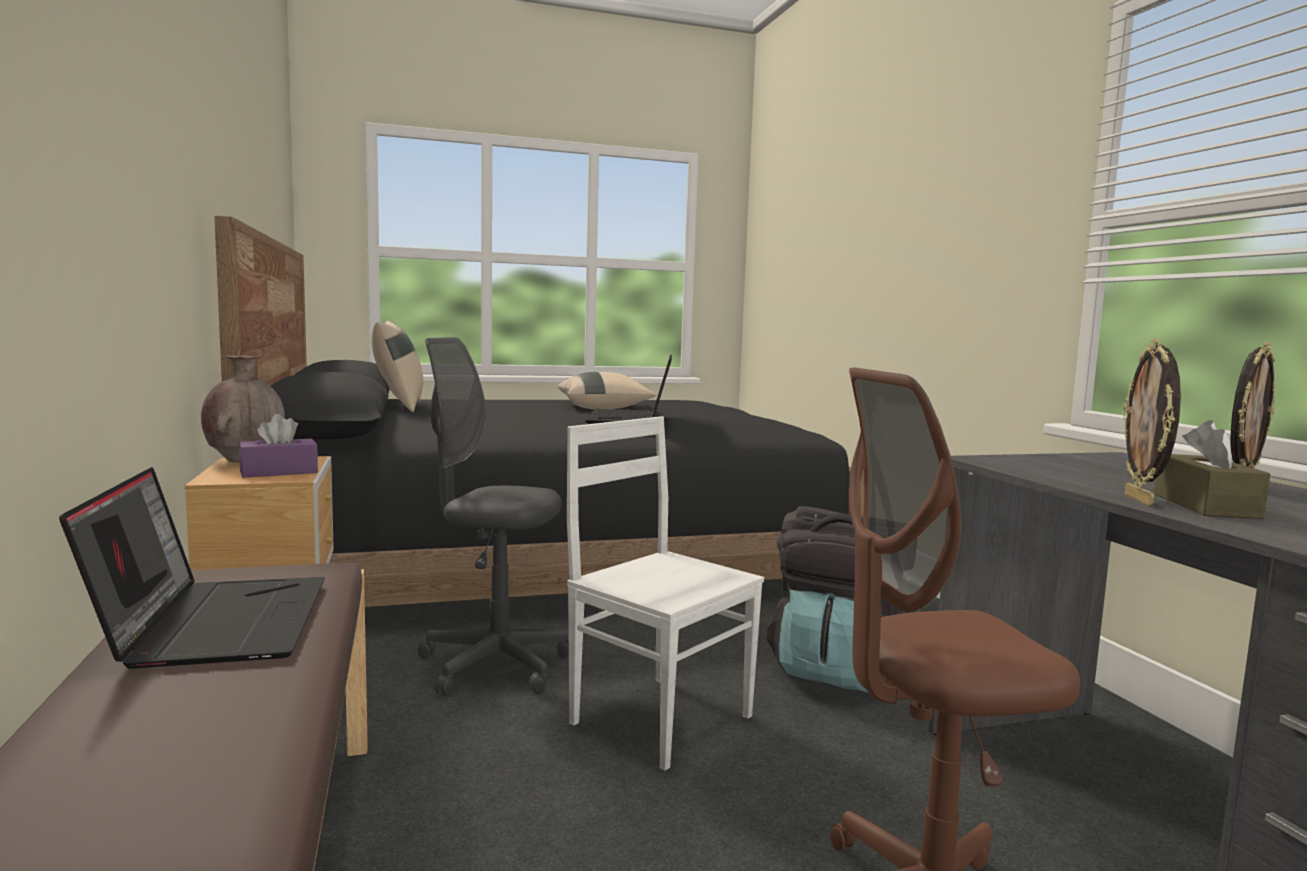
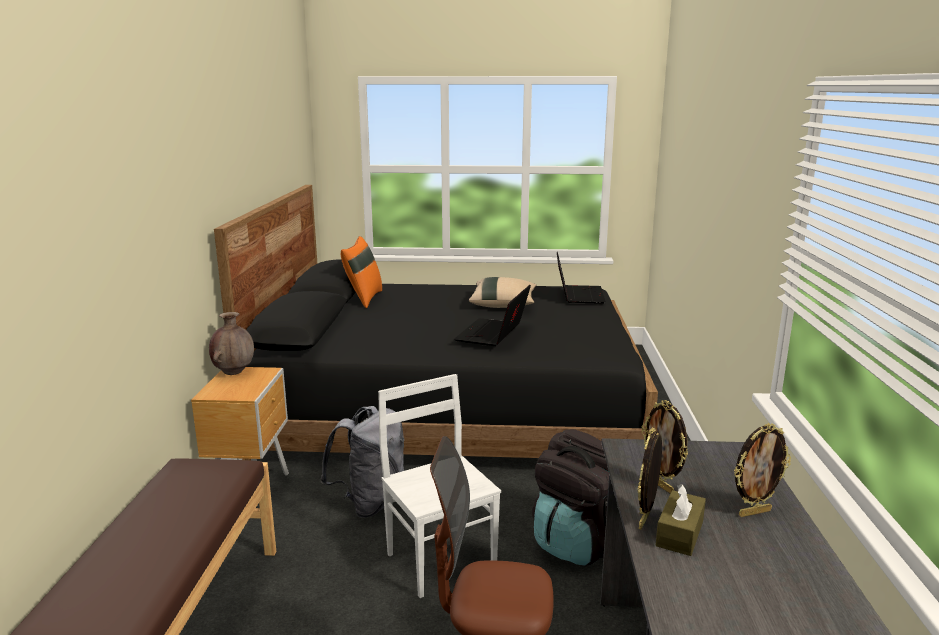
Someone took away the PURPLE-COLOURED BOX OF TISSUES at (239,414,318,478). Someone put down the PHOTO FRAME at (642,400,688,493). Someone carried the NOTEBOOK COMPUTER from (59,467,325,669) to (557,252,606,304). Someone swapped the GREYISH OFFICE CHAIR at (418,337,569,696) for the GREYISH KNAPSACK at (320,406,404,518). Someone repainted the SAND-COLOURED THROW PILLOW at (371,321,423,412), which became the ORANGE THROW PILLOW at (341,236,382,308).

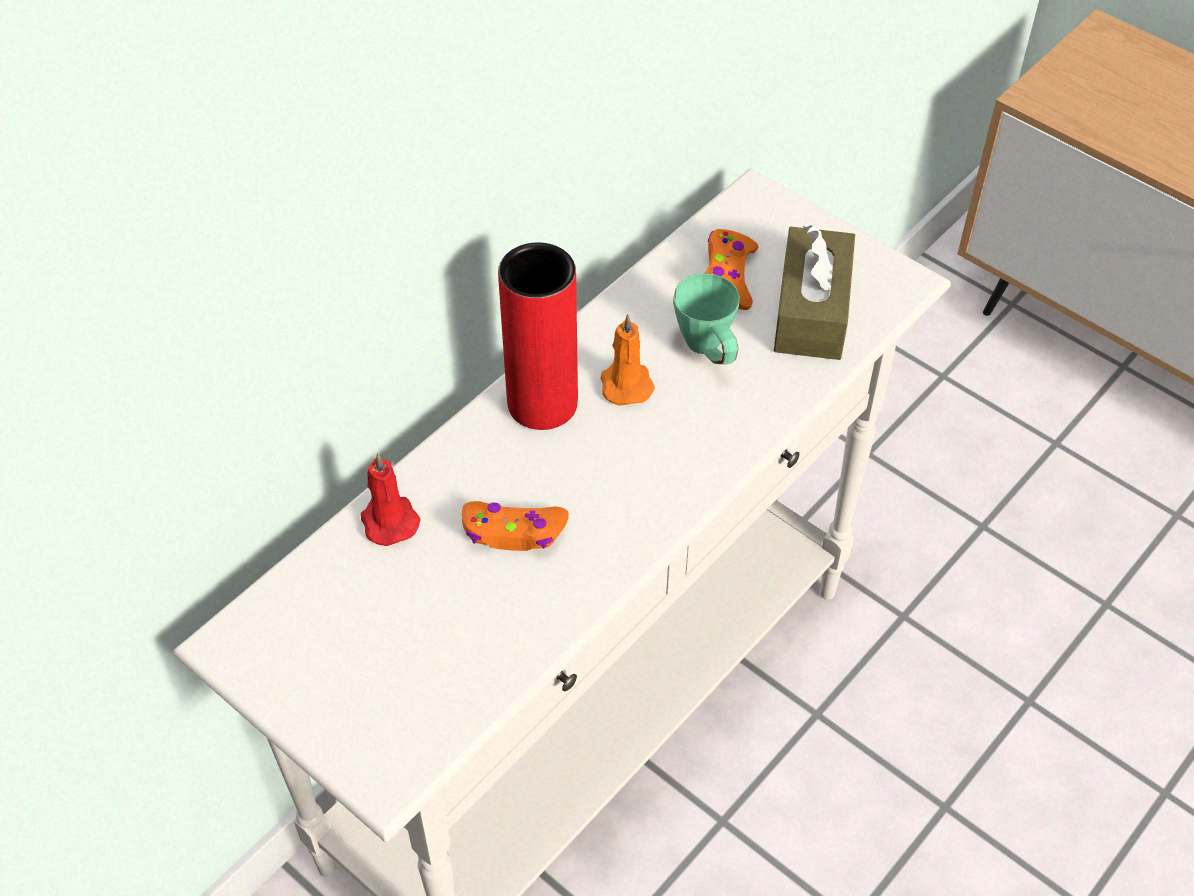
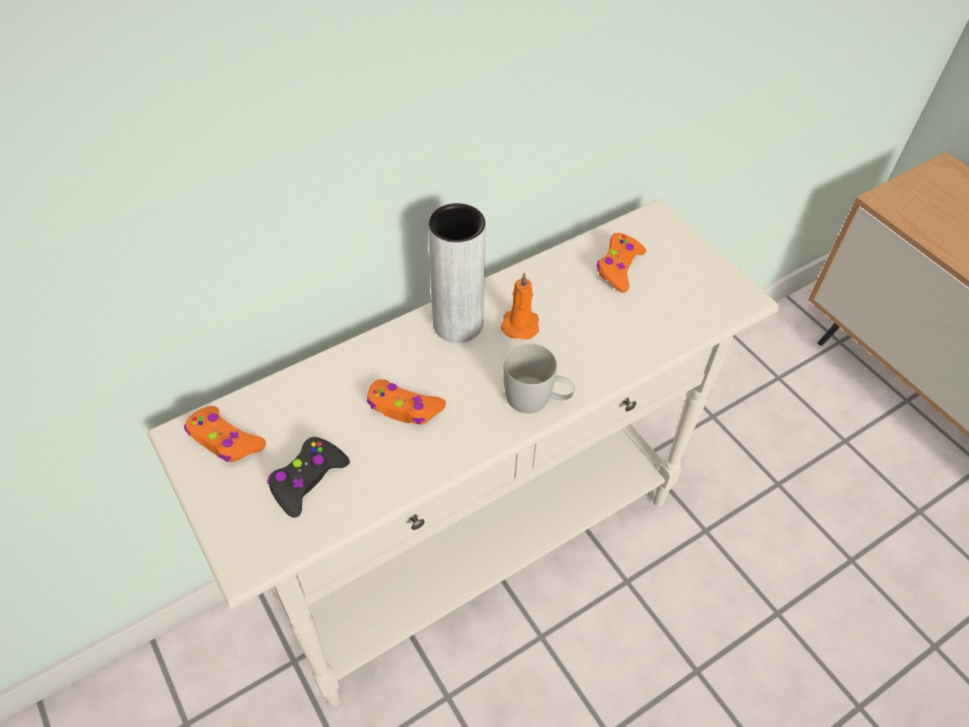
Someone took away the REDDISH WAX CANDLE at (361,453,421,546). Someone took away the GREENISH MUG at (673,273,739,364). Someone took away the BROWN-COLOURED BOX OF TISSUES at (774,225,855,360). Someone put down the ORANGE JOYPAD at (184,406,266,462). Someone put down the BLACK JOYPAD at (267,437,350,518). Someone put down the WHITISH MUG at (503,343,575,413). Someone repainted the REDDISH FLOWER VASE at (498,242,578,430), which became the GREYISH FLOWER VASE at (428,203,486,343).

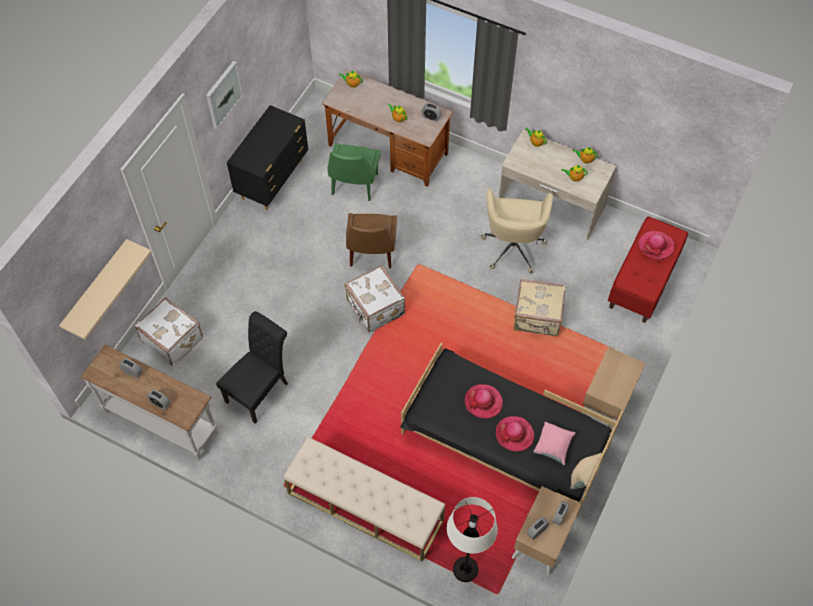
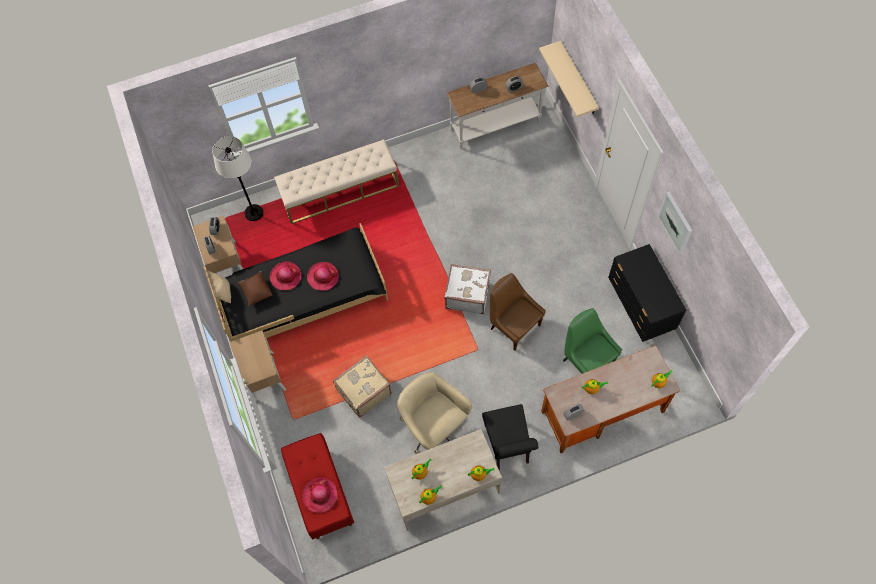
Someone took away the WHITISH SUITCASE at (135,297,203,366). Someone carried the BLACK UPRIGHT CHAIR from (216,311,288,424) to (482,404,538,470). Someone repainted the PINKISH THROW PILLOW at (533,422,576,465), which became the BROWN-COLOURED THROW PILLOW at (237,271,273,307).

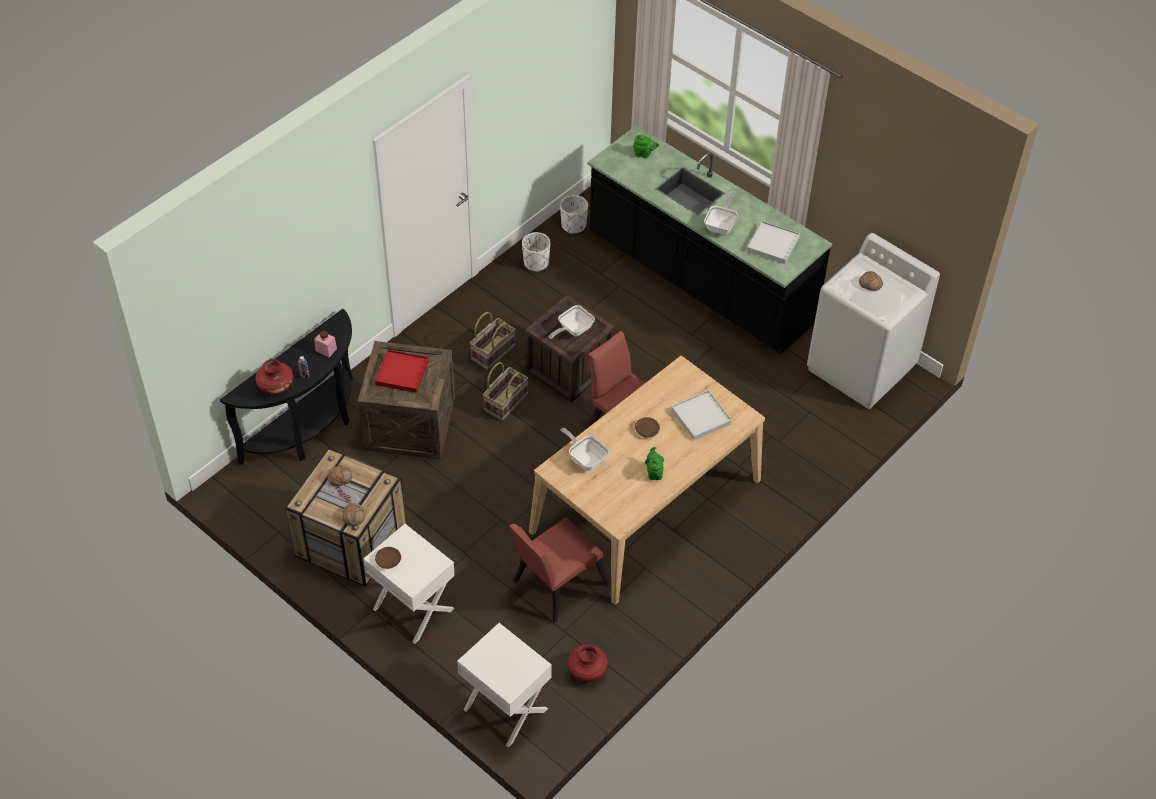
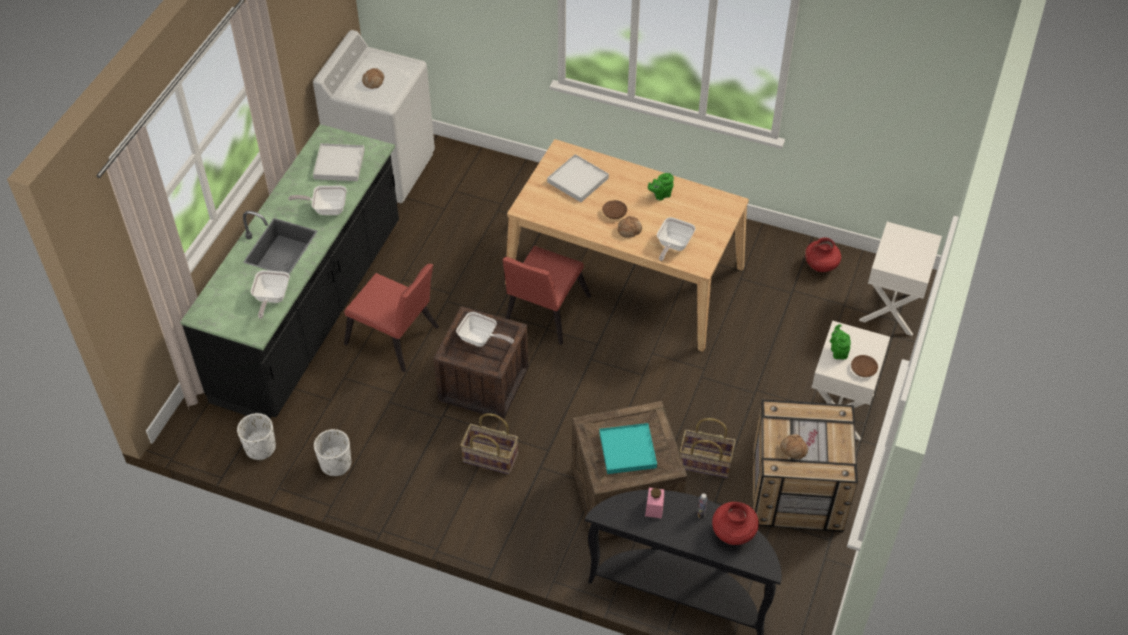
Someone put down the SKILLET at (251,270,290,319). Someone carried the BAKERY BREAD from (343,503,365,526) to (618,216,642,238). Someone carried the BASKET from (483,362,529,421) to (680,418,736,478). Someone carried the REDDISH UPRIGHT CHAIR from (509,517,610,623) to (344,264,439,372). Someone carried the GREENISH TEA POT from (633,135,659,158) to (830,324,851,359). Someone repainted the REDDISH SERVING TRAY at (375,350,428,393), which became the BLUE-GREEN SERVING TRAY at (599,423,657,474).

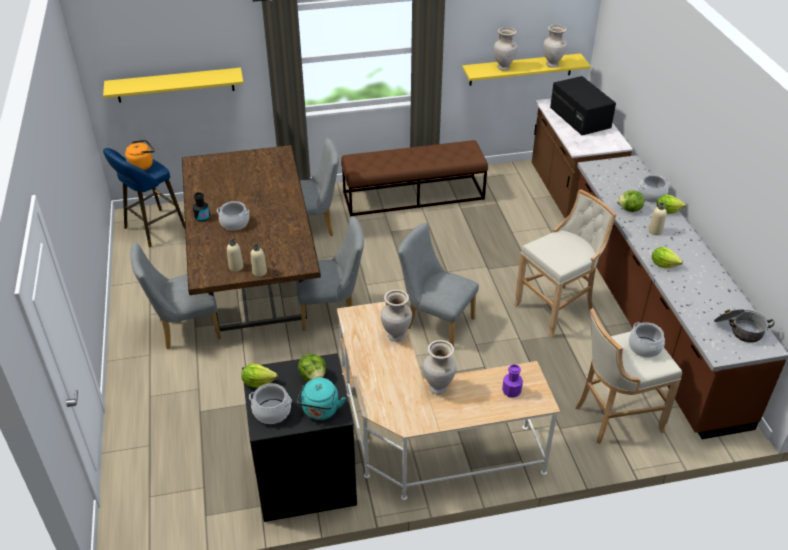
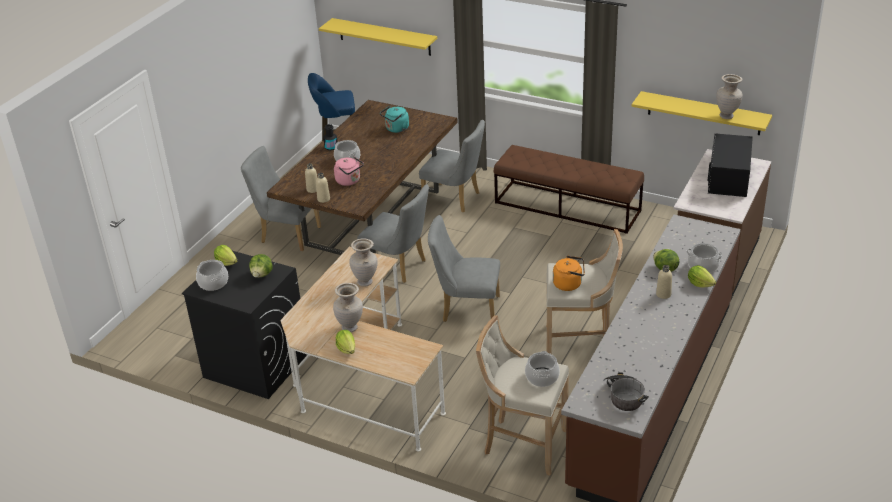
Someone took away the SAND-COLOURED FLOWER VASE at (494,28,518,71). Someone took away the PURPLE-COLOURED DRINK BOTTLE at (502,364,523,398). Someone put down the PINKISH KETTLE at (334,157,364,186). Someone carried the ORANGE KETTLE from (125,140,155,170) to (553,256,585,291). Someone carried the BLUE-GREEN KETTLE from (297,378,346,420) to (380,106,409,133). Someone carried the HEAD OF LETTUCE from (652,247,683,268) to (336,330,355,354). Someone rotated the GREYISH UPRIGHT CHAIR at (398,223,479,346) by 60 degrees counterclockwise.

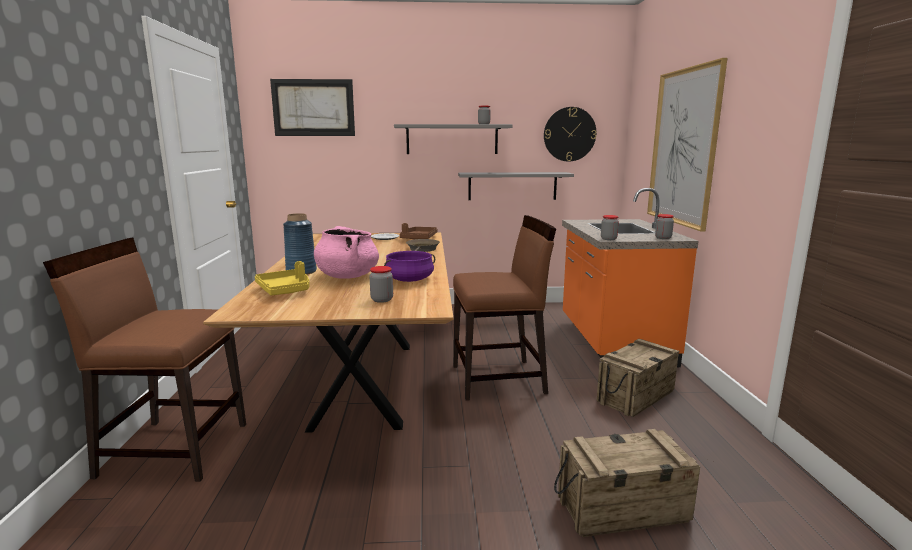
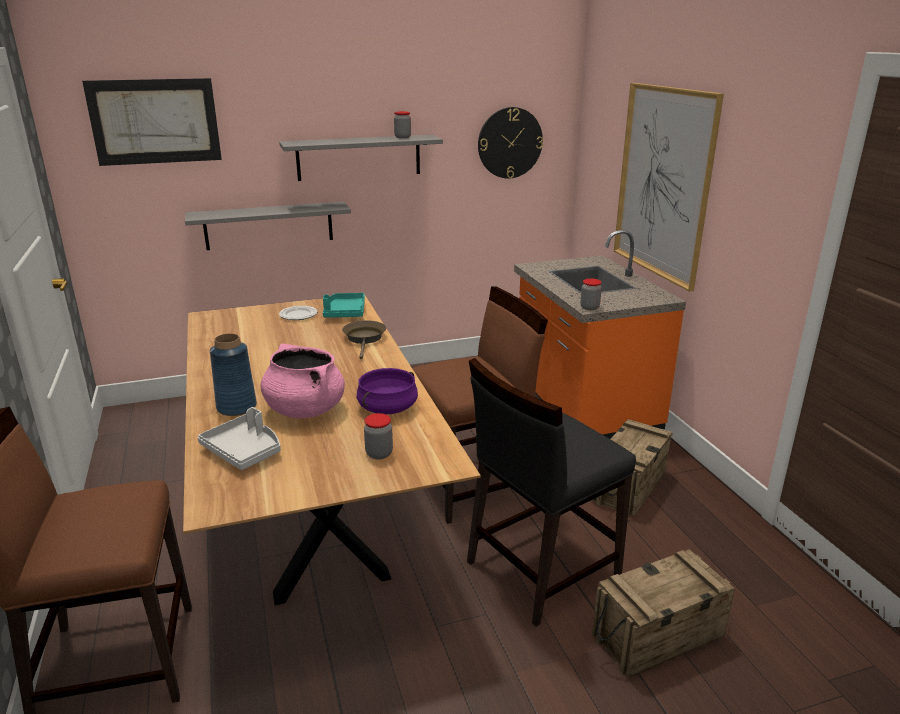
Someone took away the JAR at (655,214,674,239). Someone put down the BLACK UPRIGHT CHAIR at (467,358,636,627). Someone carried the GREYISH SHELF from (458,172,574,200) to (185,202,351,250). Someone repainted the YELLOW SERVING TRAY at (255,261,310,296), which became the GREYISH SERVING TRAY at (197,407,281,470). Someone repainted the BROWN-COLOURED SERVING TRAY at (400,223,437,239), which became the BLUE-GREEN SERVING TRAY at (323,293,365,317).

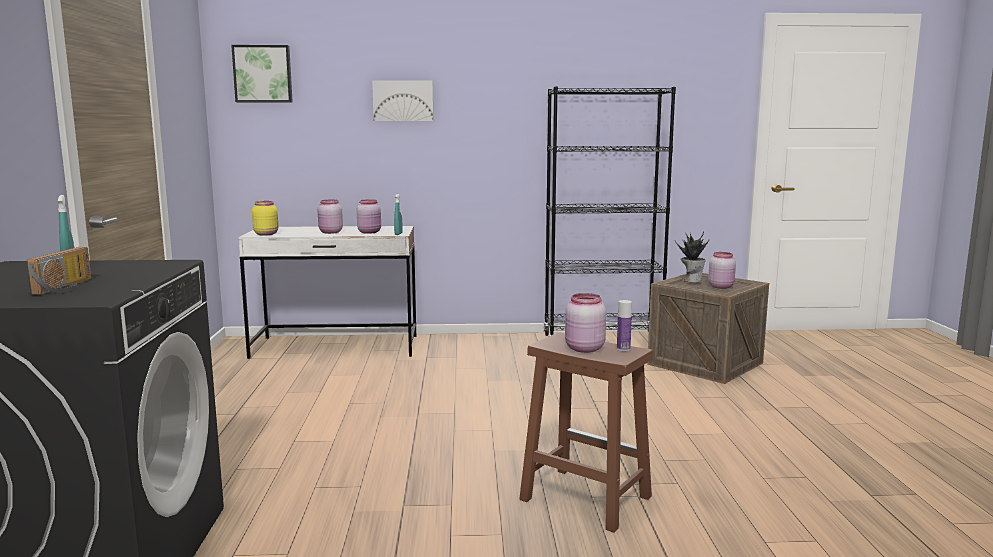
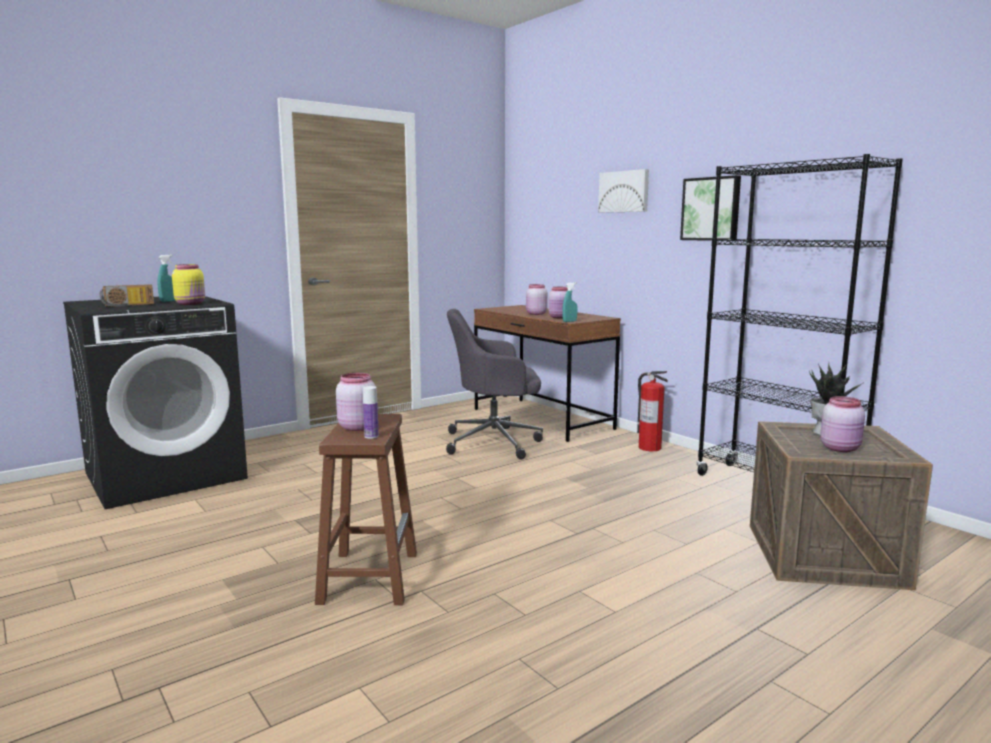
Someone put down the GREYISH OFFICE CHAIR at (446,309,543,459). Someone put down the FIRE EXTINGUISHER at (637,371,668,451). Someone carried the WALL ART from (231,45,293,102) to (680,175,741,241). Someone carried the YELLOW JAR from (252,201,278,236) to (172,264,205,305). Someone repainted the WHITISH DESK TABLE at (238,226,416,359), which became the BROWN-COLOURED DESK TABLE at (474,305,621,442).

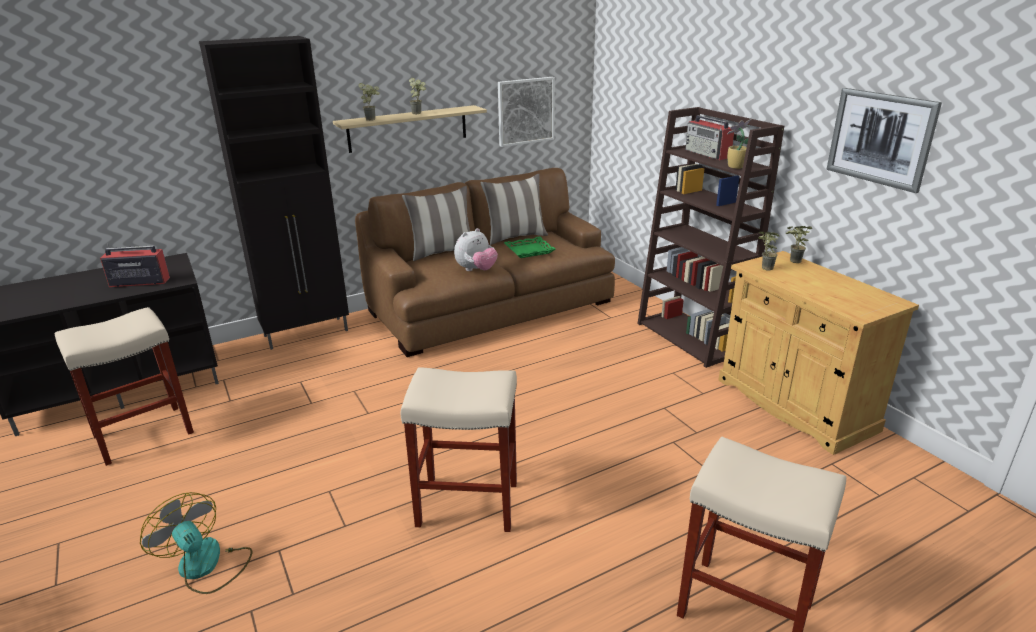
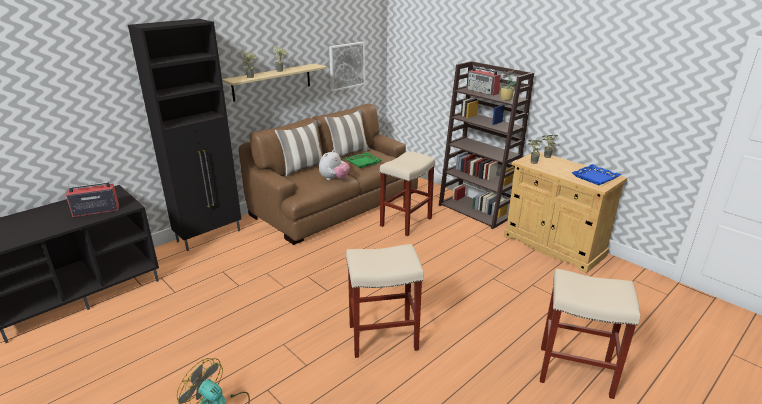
Someone took away the WALL ART at (826,88,942,193). Someone put down the BLUE-COLOURED SERVING TRAY at (572,164,621,185). Someone carried the SAND-COLOURED STOOL from (55,307,194,466) to (380,151,435,236).

